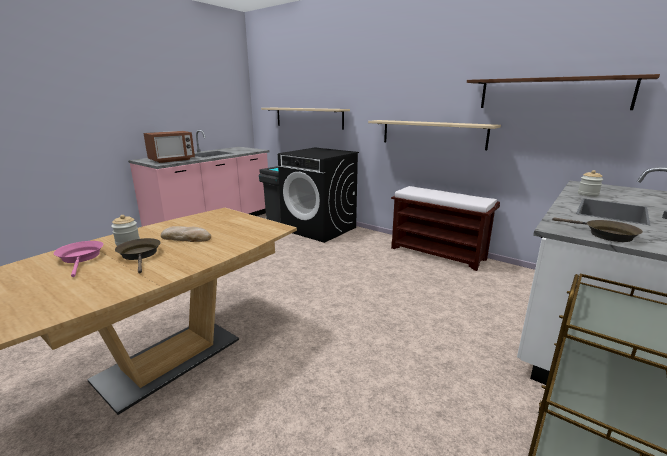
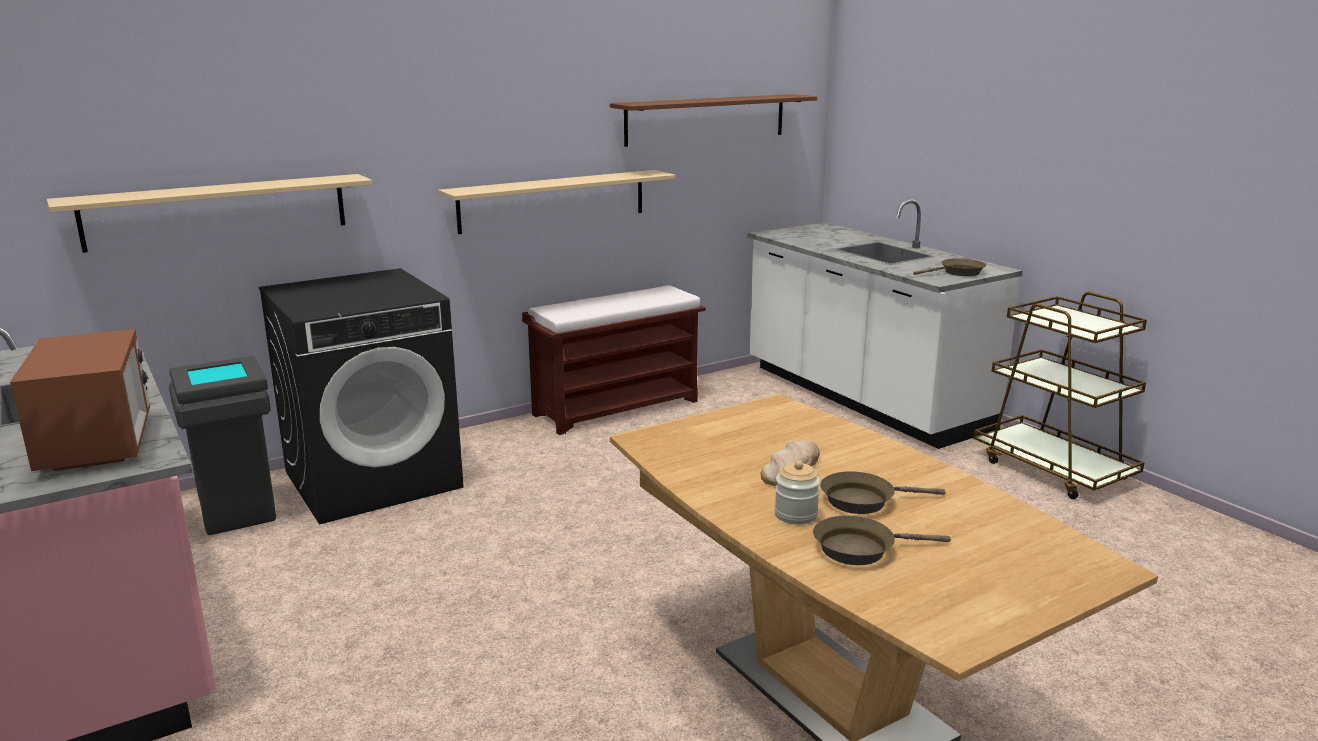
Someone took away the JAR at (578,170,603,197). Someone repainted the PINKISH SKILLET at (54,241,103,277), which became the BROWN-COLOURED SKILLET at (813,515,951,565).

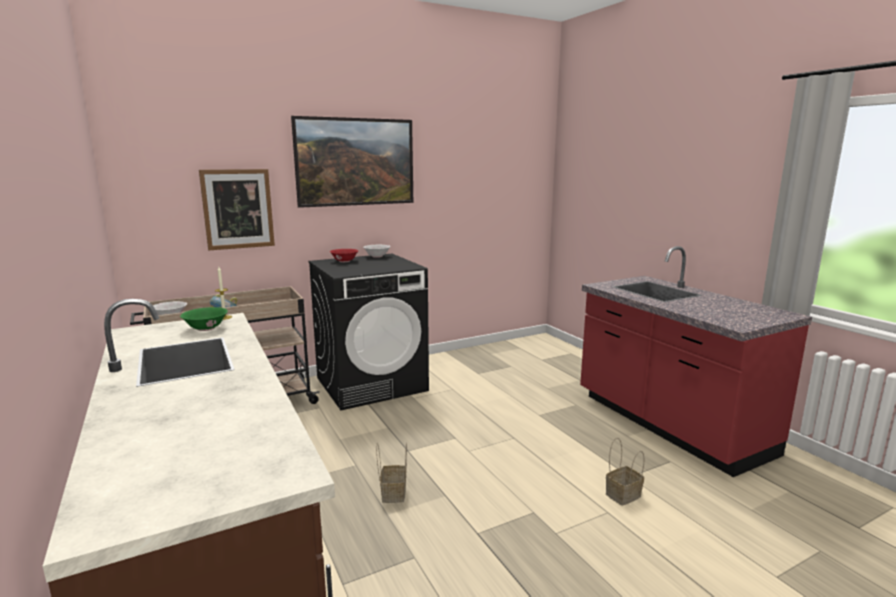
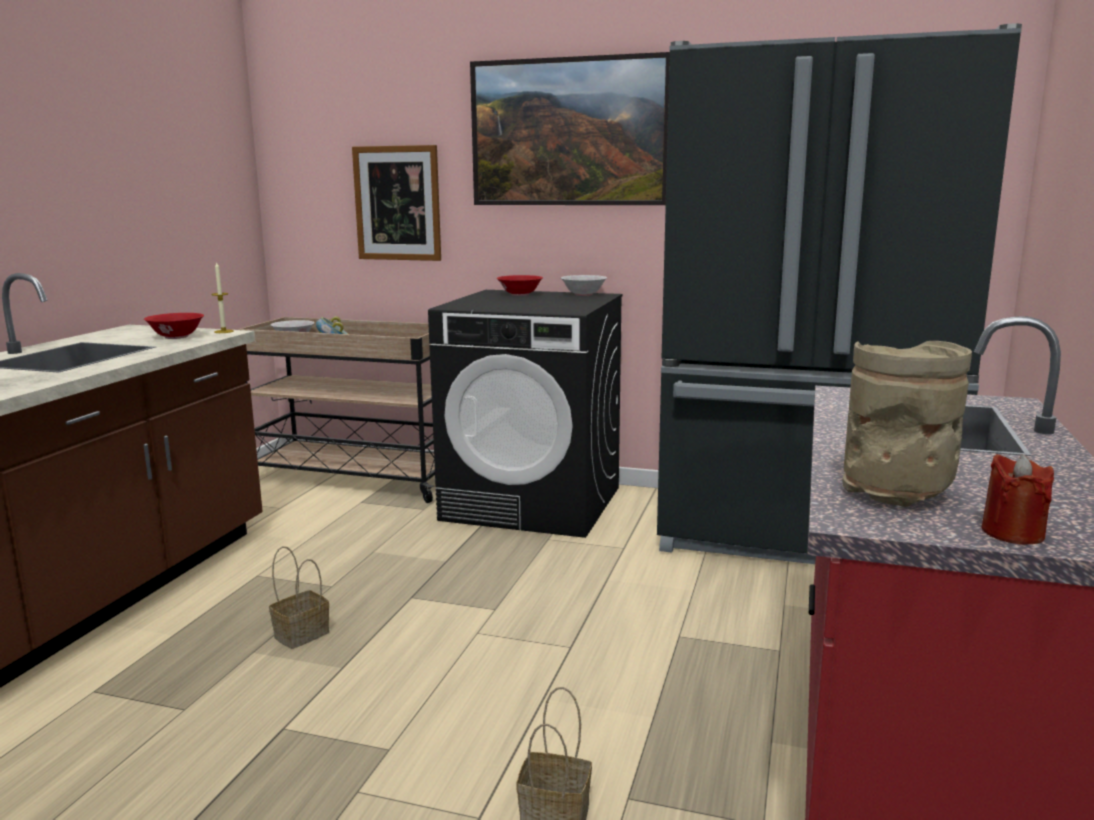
Someone put down the BLACK REFRIGERATOR at (657,23,1022,564). Someone put down the SAND-COLOURED FLOWER VASE at (843,341,972,507). Someone put down the REDDISH WAX CANDLE at (982,454,1054,545). Someone repainted the GREENISH DEEP DISH at (180,307,228,331), which became the REDDISH DEEP DISH at (144,313,204,339).

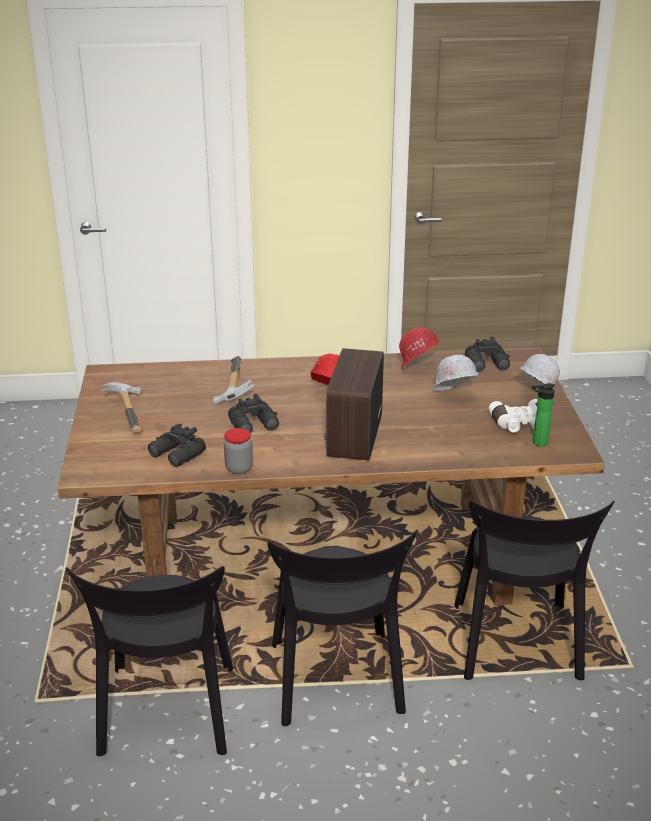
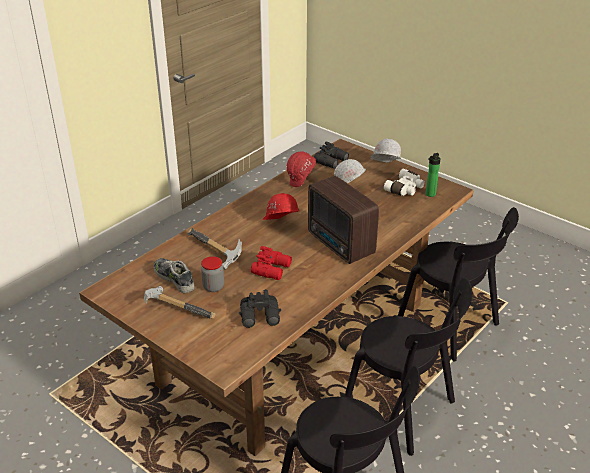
Someone put down the LOW SHOE at (154,258,195,293). Someone carried the JAR from (224,428,253,474) to (201,256,224,292). Someone repainted the BLACK FIELD GLASSES at (228,394,279,433), which became the REDDISH FIELD GLASSES at (251,246,292,280).

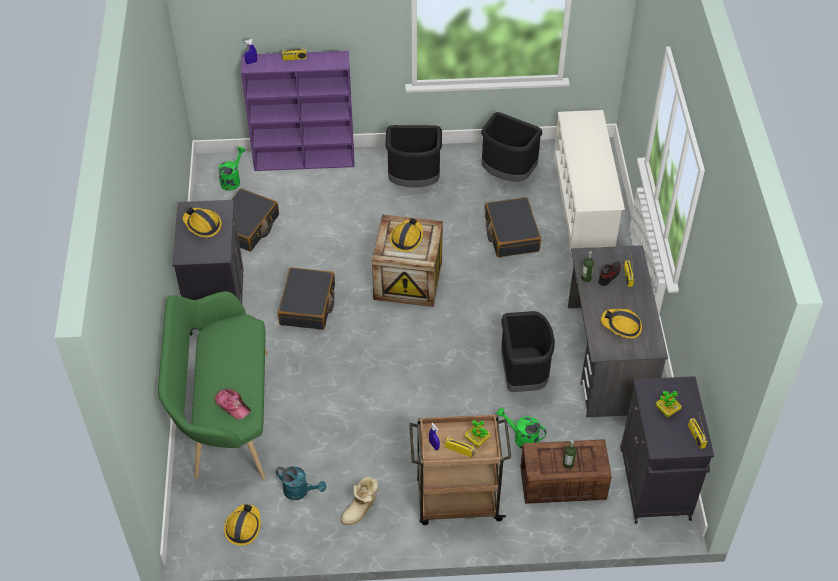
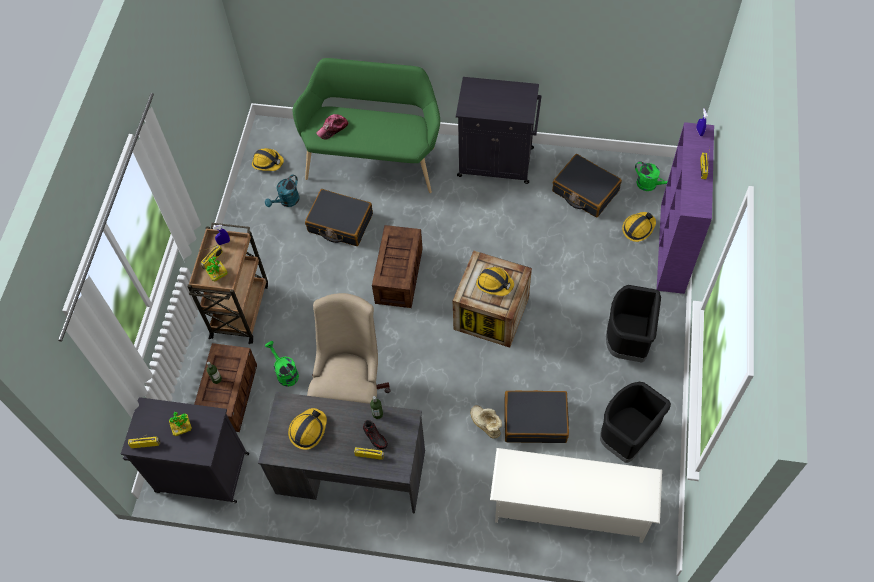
Someone put down the CRATE at (372,225,423,308). Someone carried the WORK HELMET from (183,207,222,238) to (622,212,656,242). Someone carried the BLACK SUITCASE from (278,267,335,330) to (305,189,373,246). Someone carried the HIGH-TOP BOOT from (341,477,378,525) to (470,405,502,439). Someone swapped the BLACK RUBBISH BIN at (501,311,555,392) for the SAND-COLOURED OFFICE CHAIR at (307,293,391,404). Someone rotated the GREENISH SPRINKLING CAN at (496,408,546,448) by 75 degrees counterclockwise.

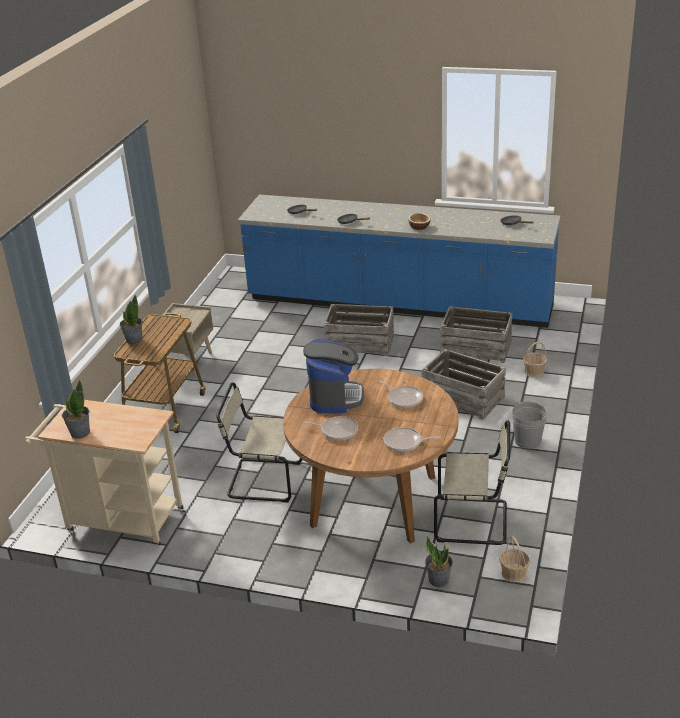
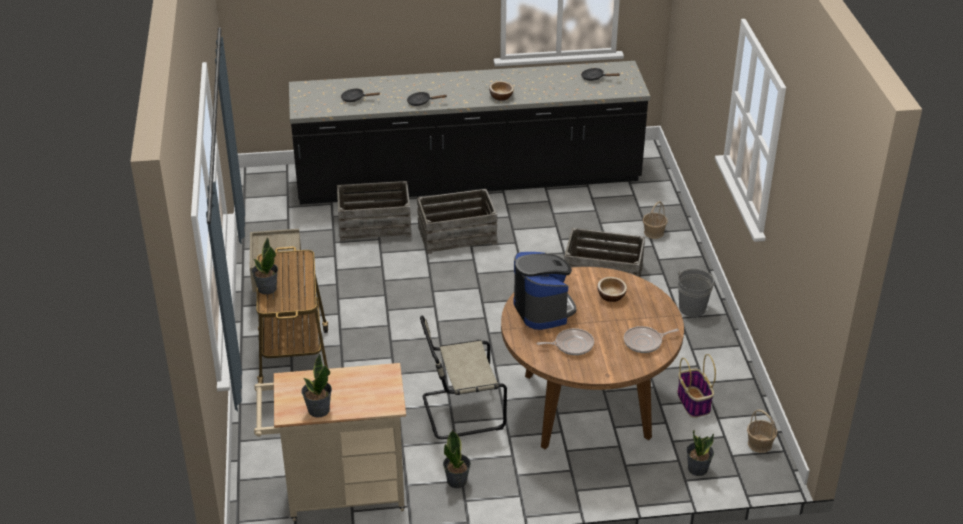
Someone put down the PLANT IN A POT at (443,430,471,488). Someone carried the CRATE from (440,306,513,363) to (337,181,411,241). Someone swapped the SKILLET at (379,381,423,408) for the DEEP DISH at (597,277,627,302). Someone swapped the SAND-COLOURED UPRIGHT CHAIR at (434,420,510,545) for the BASKET at (677,354,716,418). Someone repainted the BLUE-COLOURED COUNTER at (238,195,561,328), which became the BLACK COUNTER at (289,61,650,205).

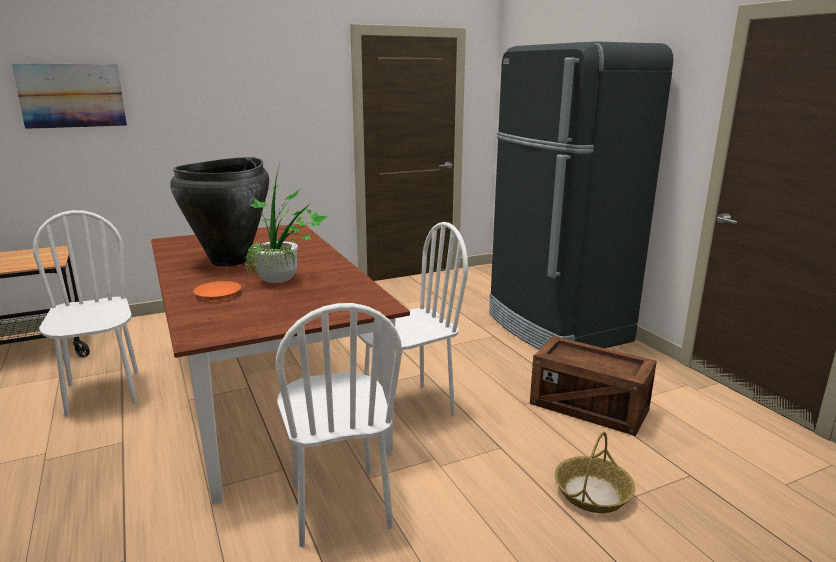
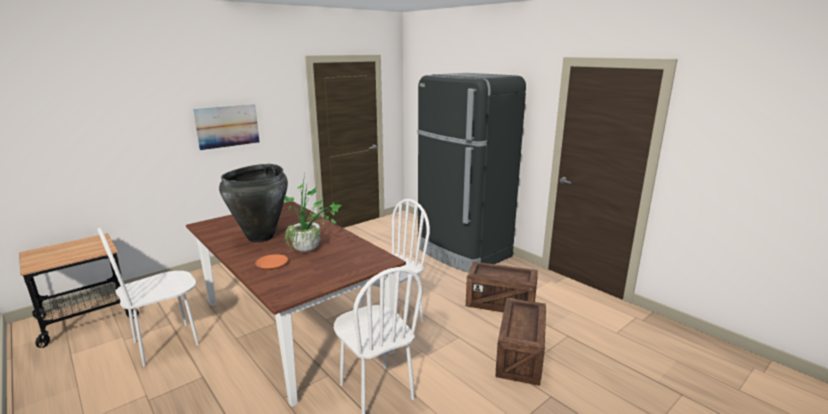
Someone carried the WALL ART from (12,64,127,129) to (193,104,259,150). Someone swapped the BASKET at (554,432,635,513) for the CRATE at (496,298,546,386). Someone rotated the WHITISH UPRIGHT CHAIR at (33,210,138,417) by 90 degrees counterclockwise.

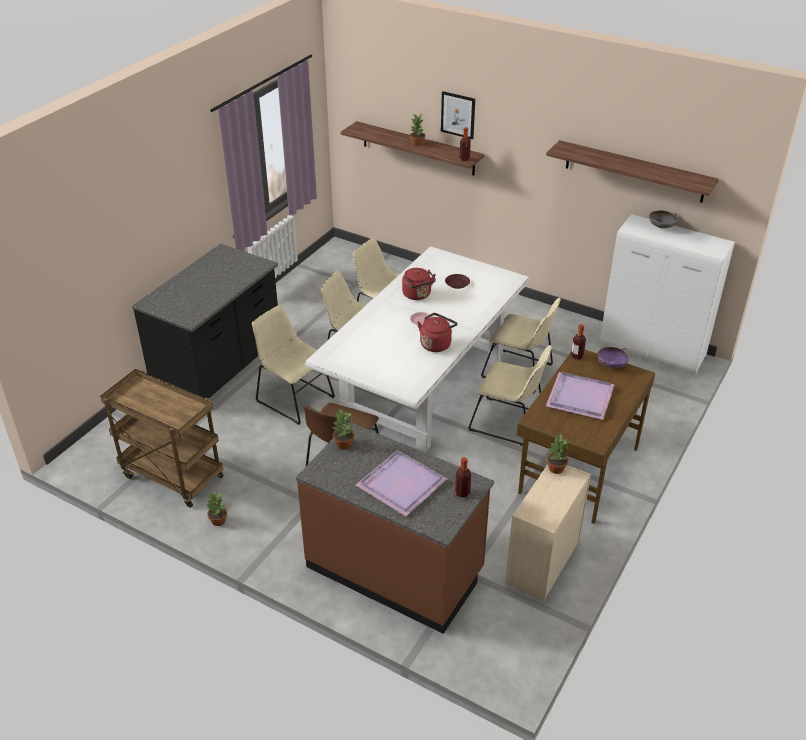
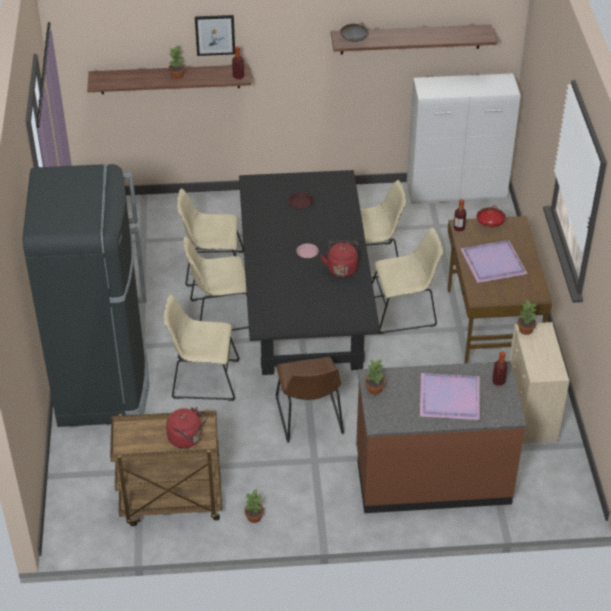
Someone carried the REDDISH KETTLE from (402,268,436,300) to (166,407,207,448). Someone carried the GREYISH DEEP DISH from (649,210,677,228) to (340,23,368,42). Someone swapped the BLACK COUNTER at (132,244,278,398) for the BLACK REFRIGERATOR at (23,164,149,427). Someone repainted the WHITISH KITCHEN TABLE at (305,246,530,451), which became the BLACK KITCHEN TABLE at (239,170,380,375). Someone repainted the PURPLE-COLOURED DEEP DISH at (597,347,628,368), which became the REDDISH DEEP DISH at (477,205,506,227).

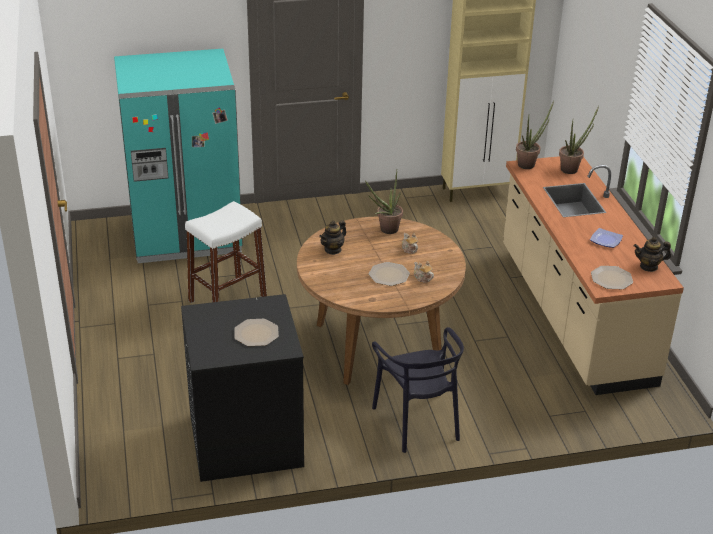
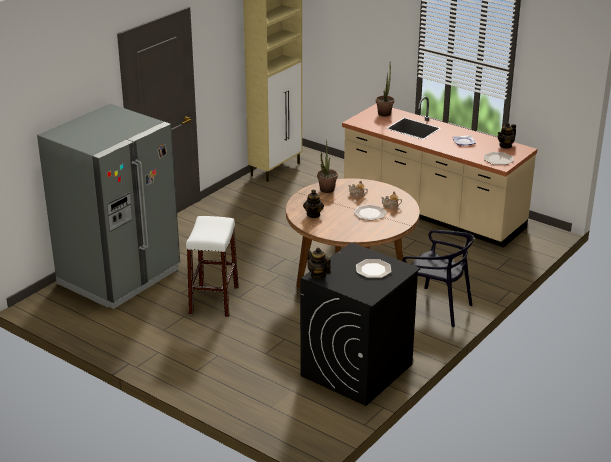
Someone took away the PLANT IN A POT at (516,101,554,169). Someone put down the TEA POT at (307,248,331,279). Someone repainted the BLUE-GREEN REFRIGERATOR at (114,49,243,263), which became the GREYISH REFRIGERATOR at (37,104,180,309).

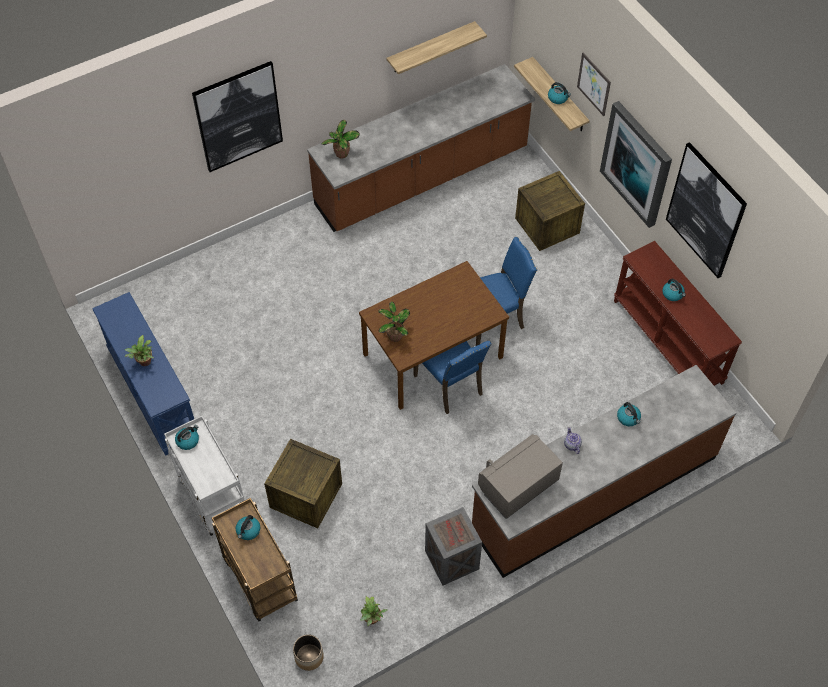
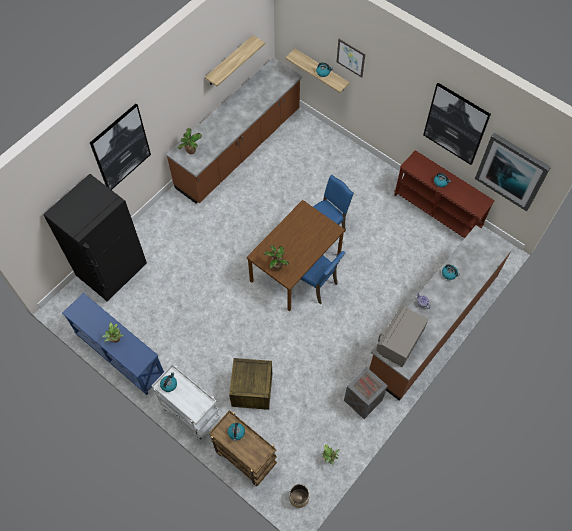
Someone took away the CRATE at (515,171,585,251). Someone put down the BLACK REFRIGERATOR at (44,174,147,301). Someone carried the WALL ART from (600,101,672,228) to (475,133,551,211).

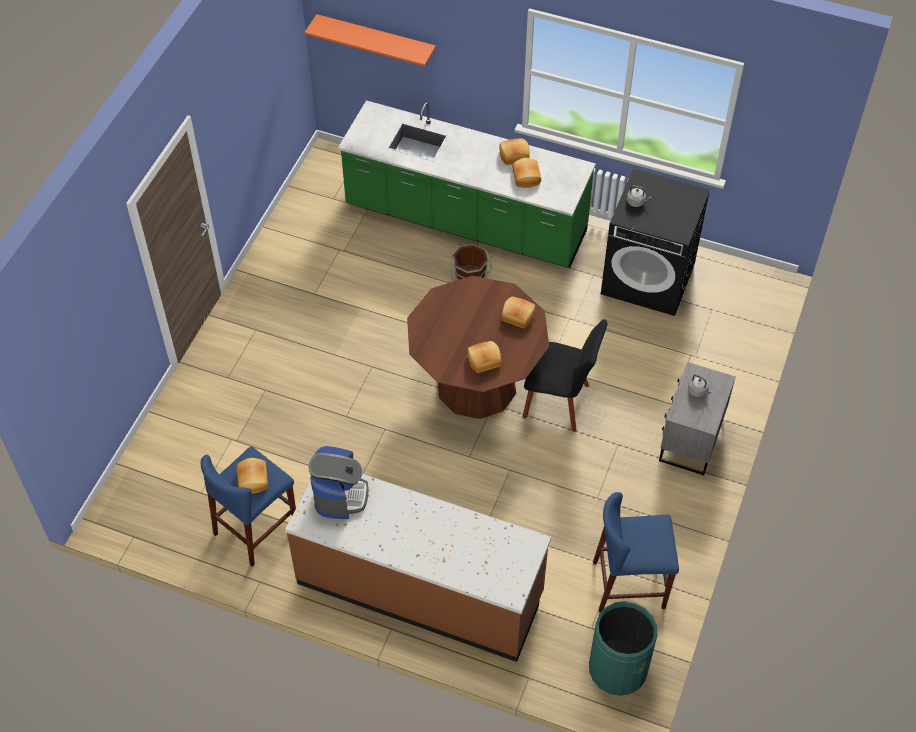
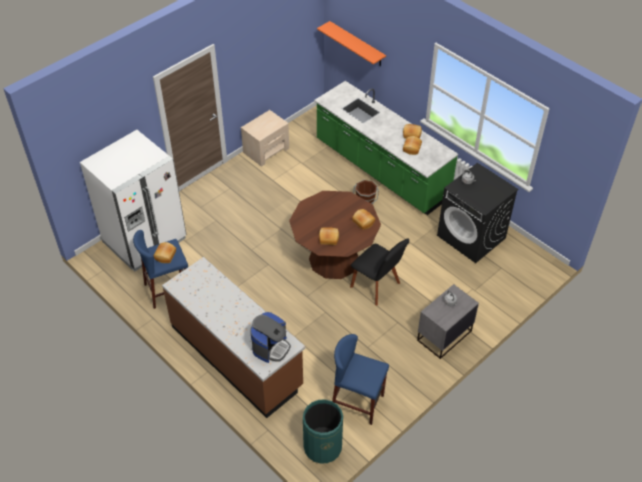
Someone put down the WHITISH REFRIGERATOR at (80,130,186,271). Someone put down the SAND-COLOURED NIGHTSTAND at (241,110,289,167). Someone carried the COFFEE MACHINE from (309,446,368,519) to (250,312,291,363).

